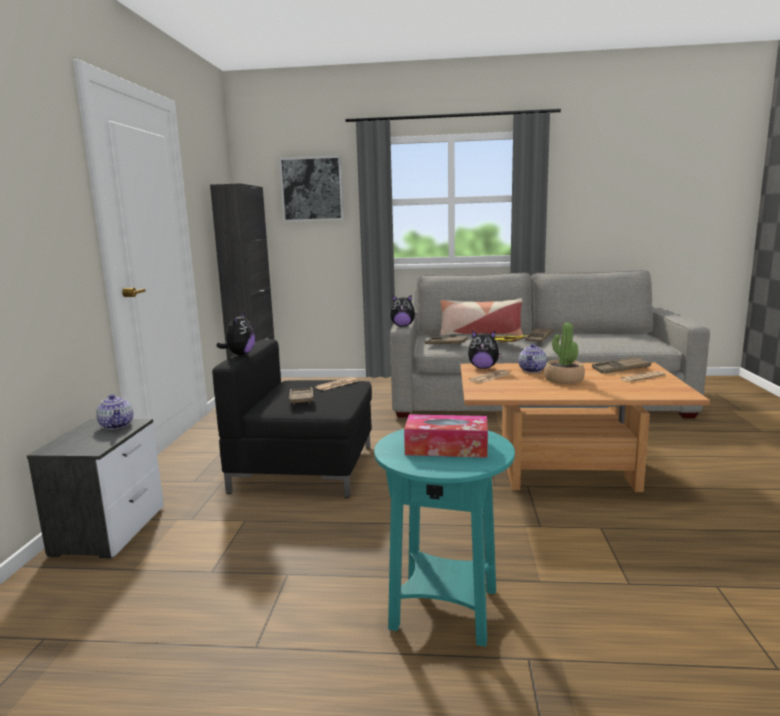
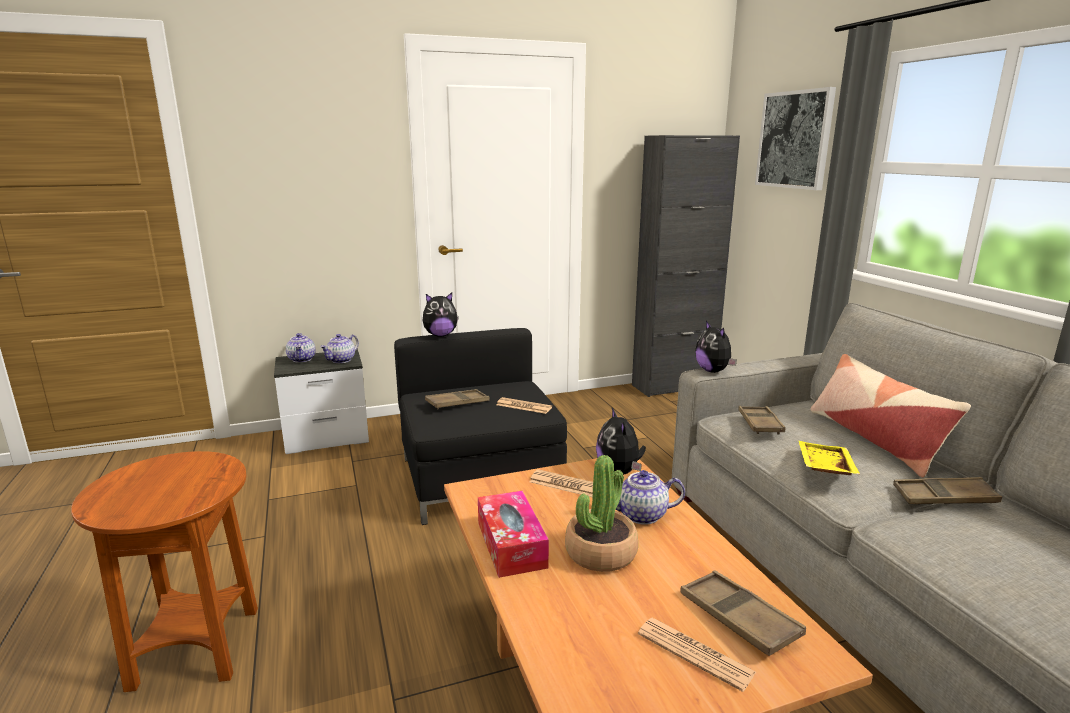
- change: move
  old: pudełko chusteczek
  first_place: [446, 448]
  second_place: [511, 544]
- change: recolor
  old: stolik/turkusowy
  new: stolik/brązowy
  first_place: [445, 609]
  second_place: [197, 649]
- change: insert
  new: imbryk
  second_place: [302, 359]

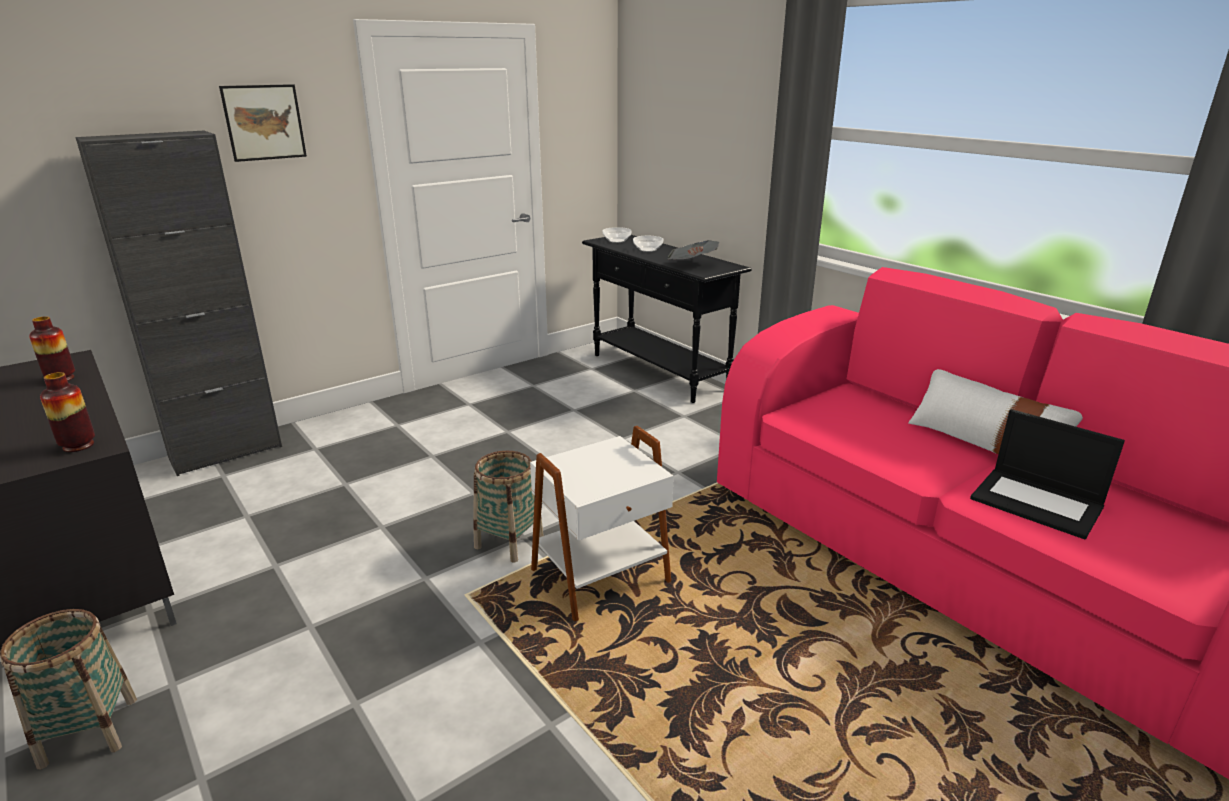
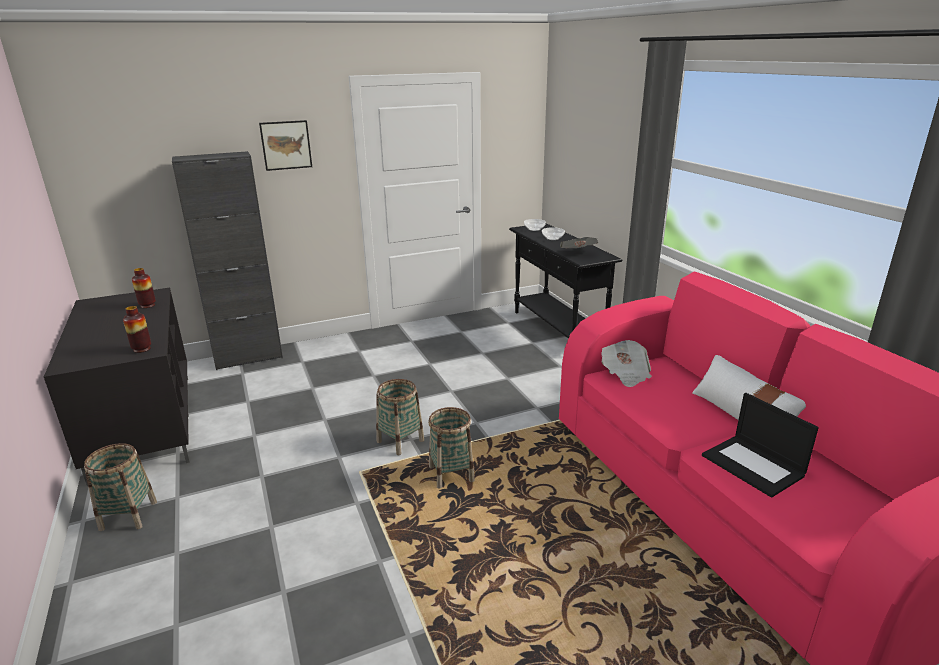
- change: replace
  old: stolik/biały
  new: koszyk
  first_place: [602, 578]
  second_place: [451, 474]
- change: insert
  new: gazeta
  second_place: [624, 374]

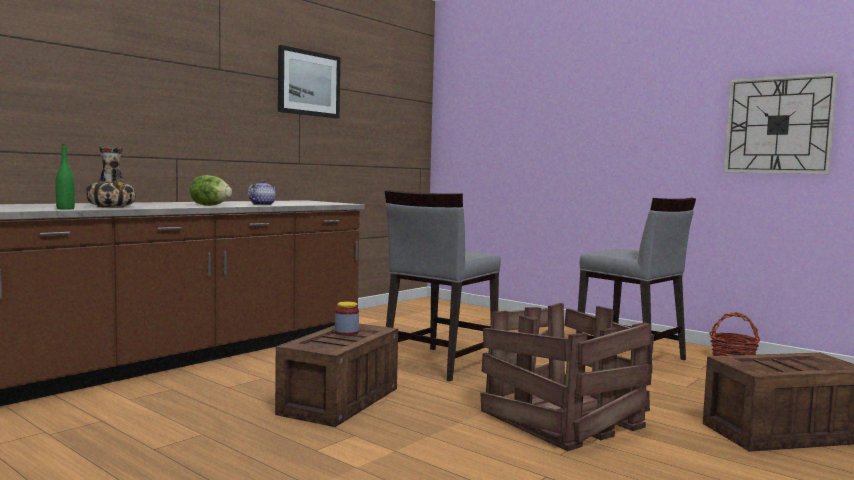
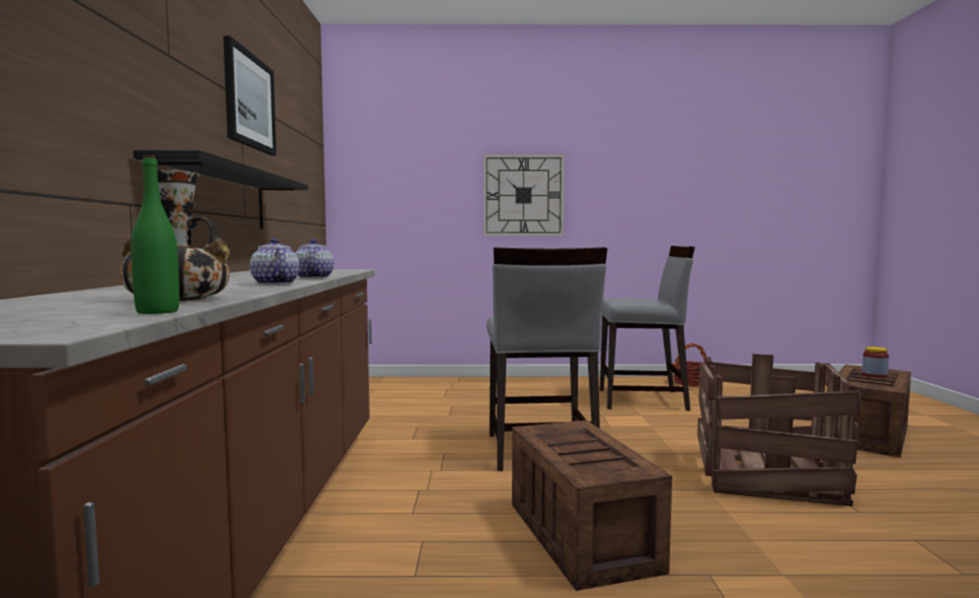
- change: move
  old: zegar ścienny
  first_place: [778, 125]
  second_place: [523, 195]
- change: replace
  old: sałata
  new: imbryk
  first_place: [210, 205]
  second_place: [274, 283]
- change: move
  old: słoik
  first_place: [346, 333]
  second_place: [874, 375]
- change: insert
  new: półka/czarny
  second_place: [216, 198]

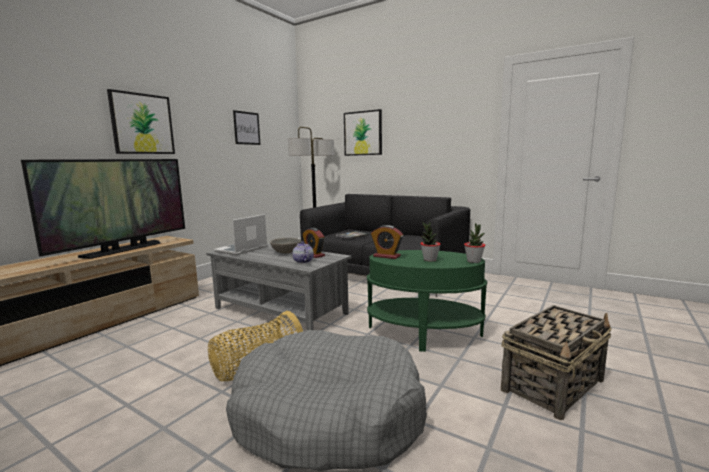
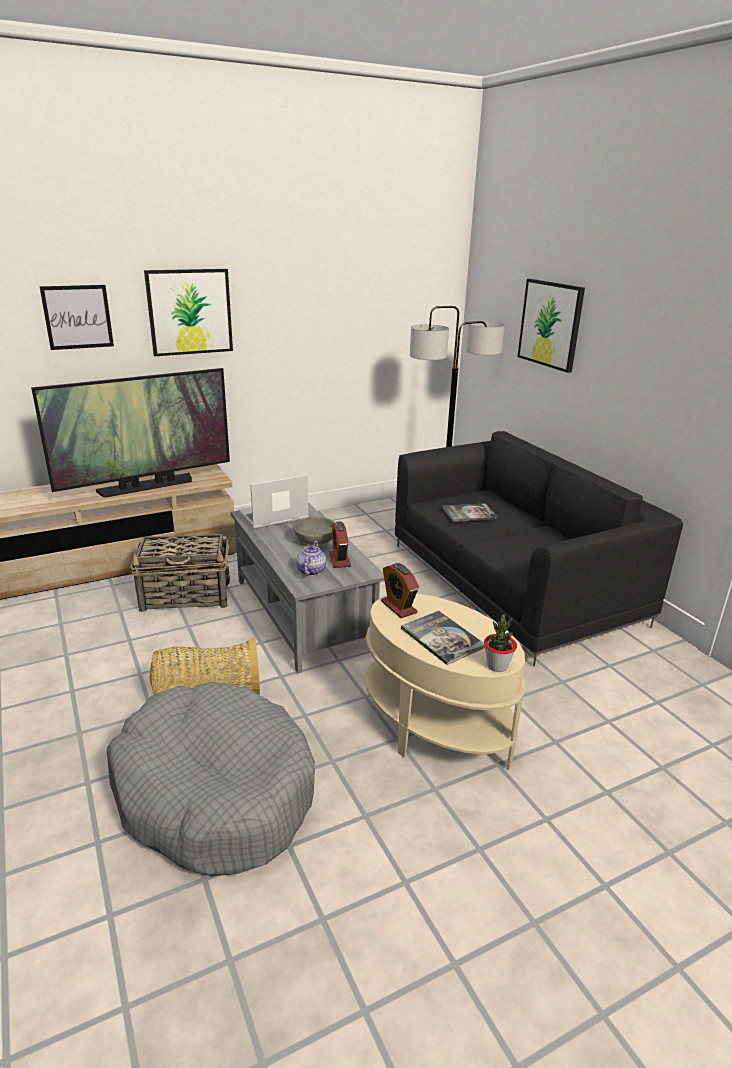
- change: move
  old: obraz
  first_place: [246, 128]
  second_place: [77, 317]
- change: replace
  old: roślina doniczkowa
  new: książka
  first_place: [429, 260]
  second_place: [442, 638]
- change: recolor
  old: stolik/zielony
  new: stolik/beżowy
  first_place: [423, 334]
  second_place: [435, 727]
- change: move
  old: koszyk
  first_place: [553, 385]
  second_place: [187, 596]

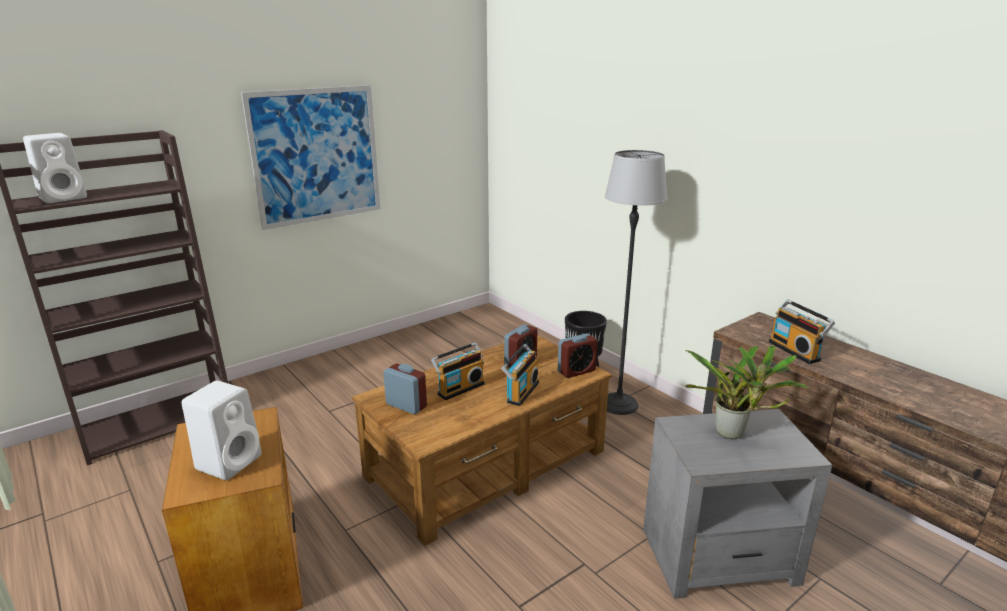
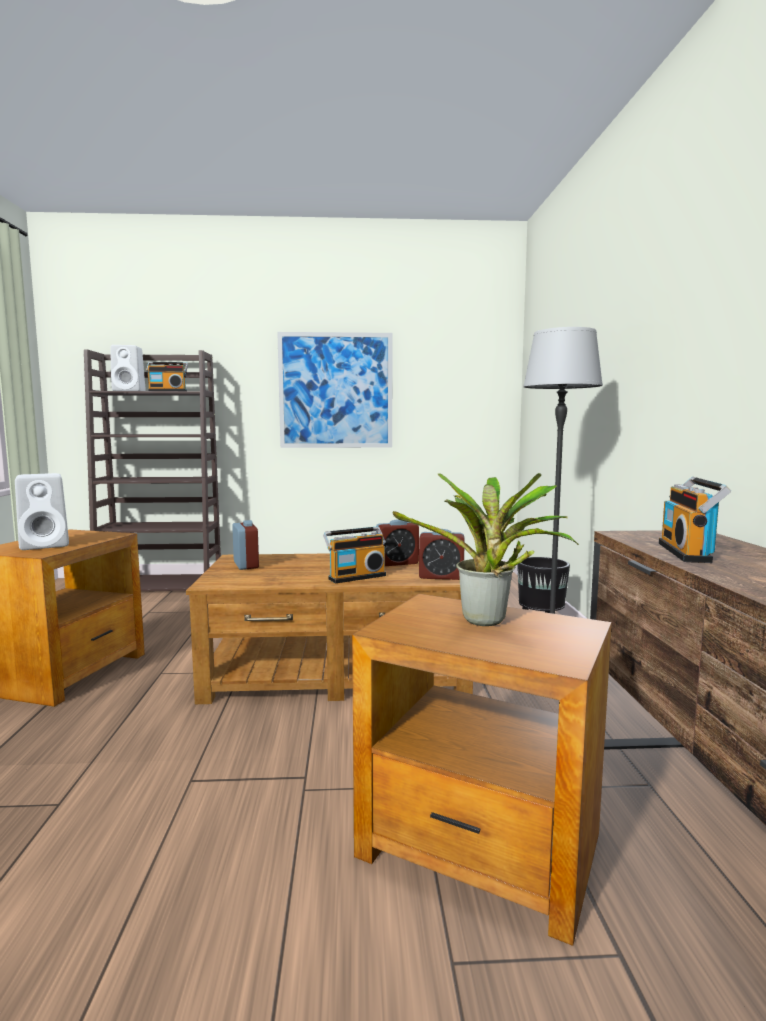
- change: move
  old: radio
  first_place: [459, 388]
  second_place: [168, 391]
- change: recolor
  old: stolik/szary
  new: stolik/brązowy
  first_place: [720, 556]
  second_place: [481, 846]

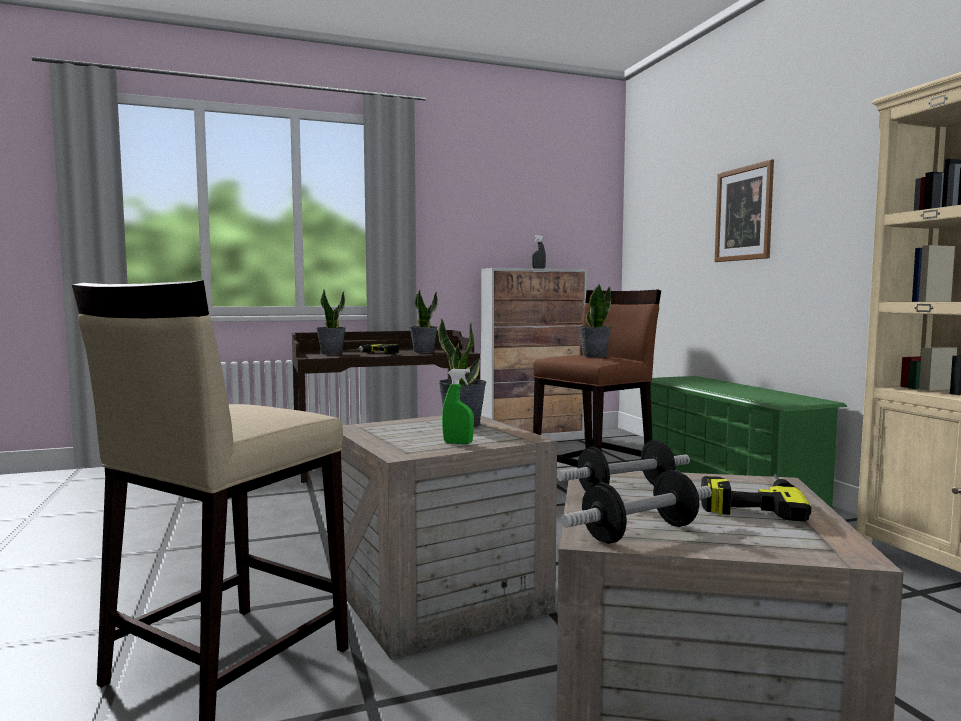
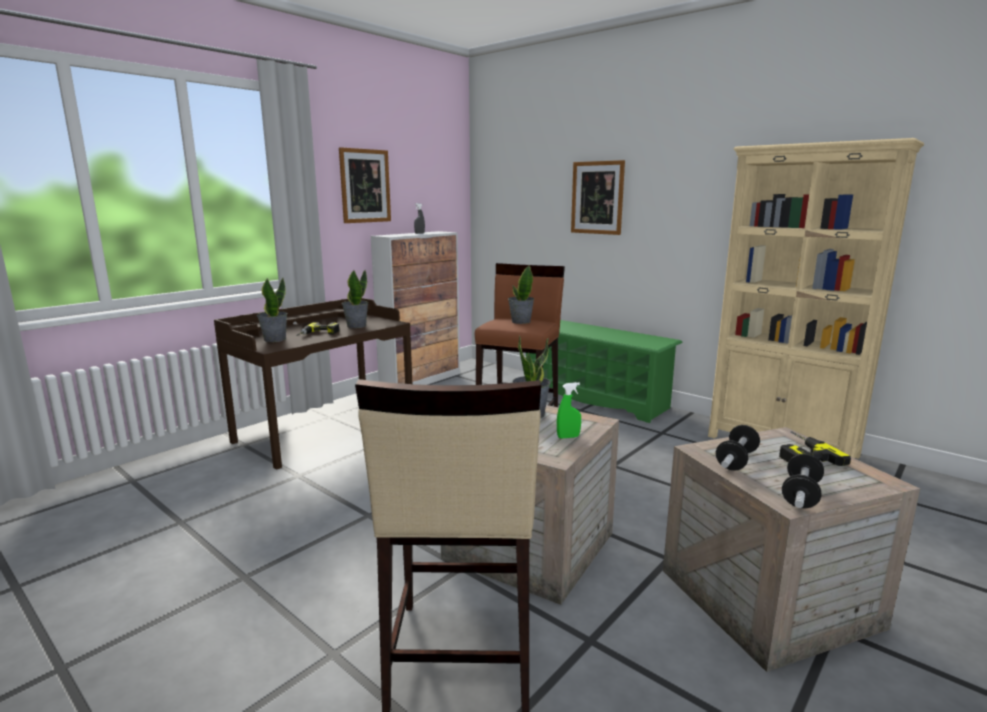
- change: insert
  new: obraz
  second_place: [365, 186]

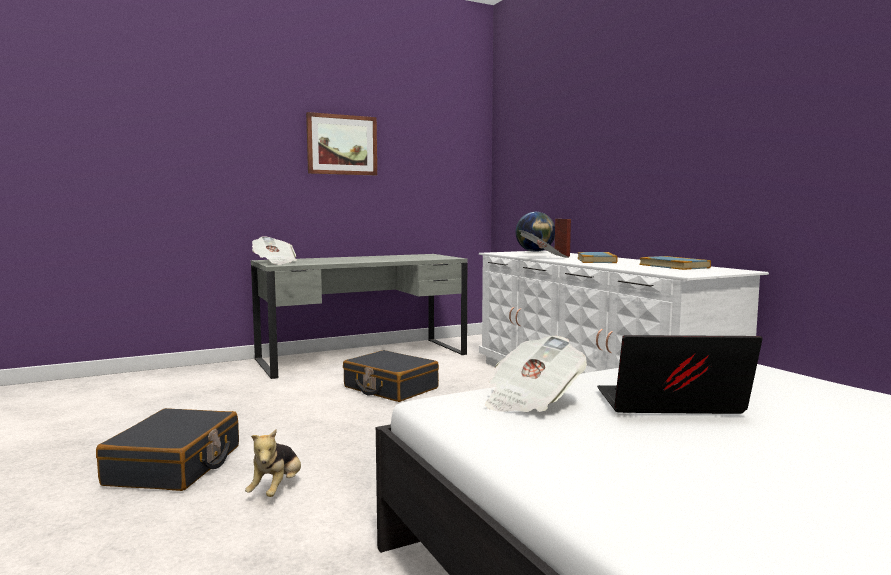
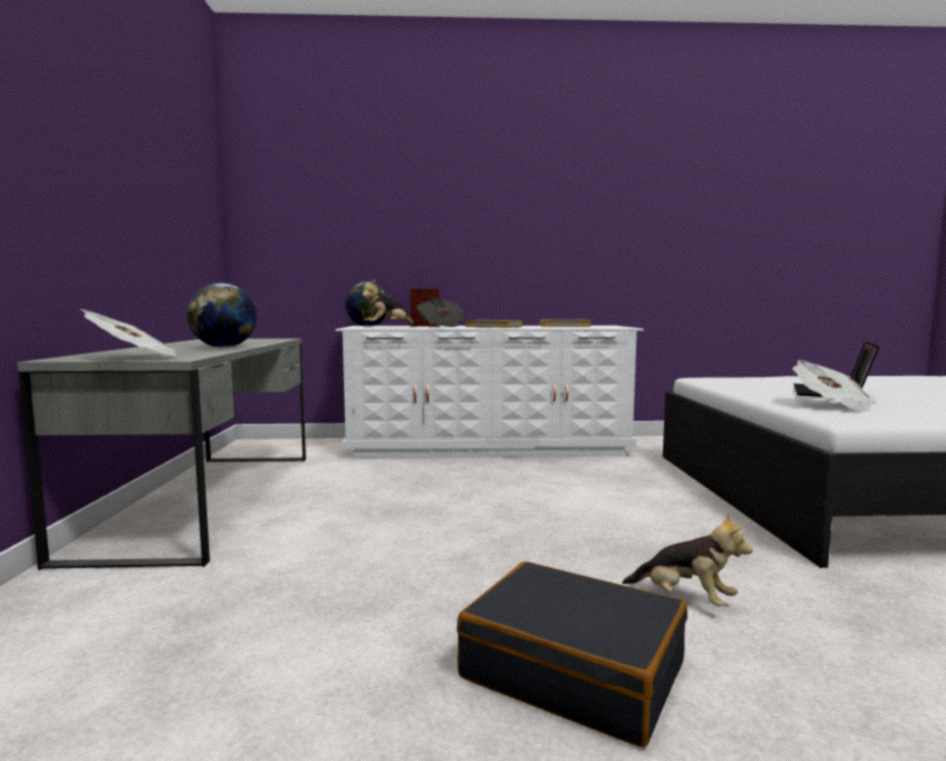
- change: delete
  old: obraz
  first_place: [342, 145]
- change: delete
  old: walizka/czarny
  first_place: [390, 388]
- change: insert
  new: pluszak
  second_place: [387, 327]
- change: insert
  new: globus
  second_place: [224, 347]

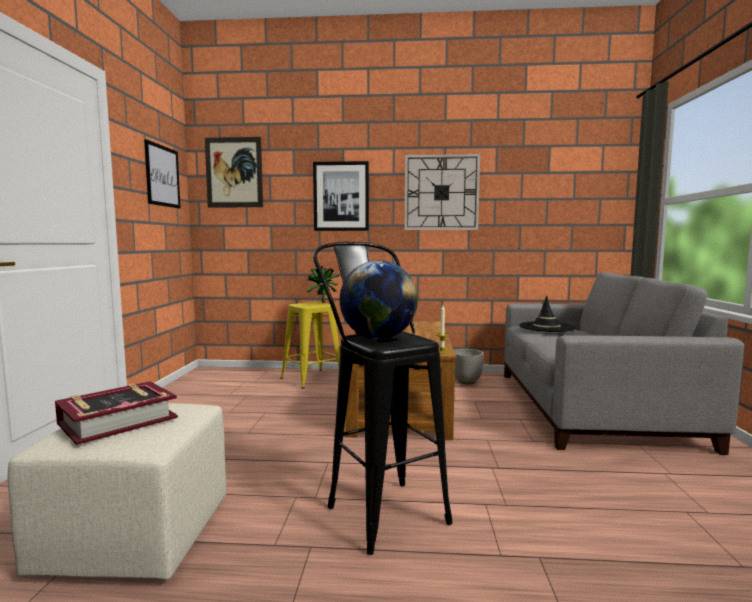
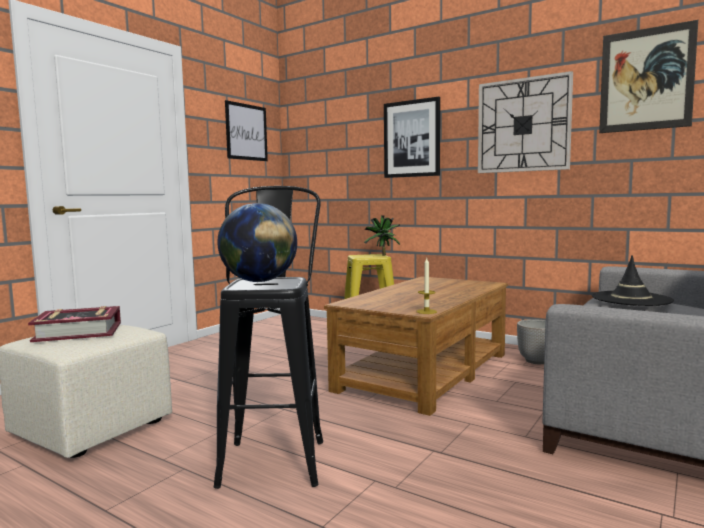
- change: move
  old: obraz
  first_place: [234, 172]
  second_place: [646, 79]

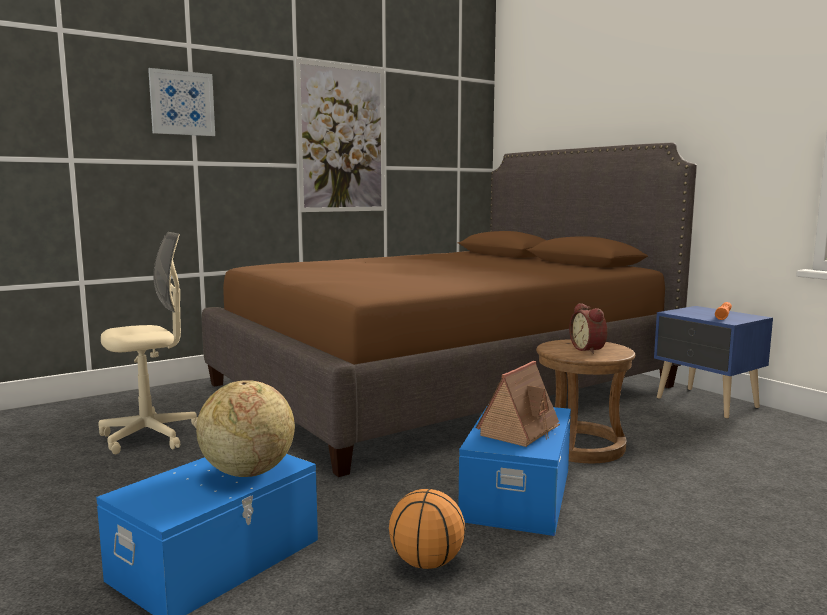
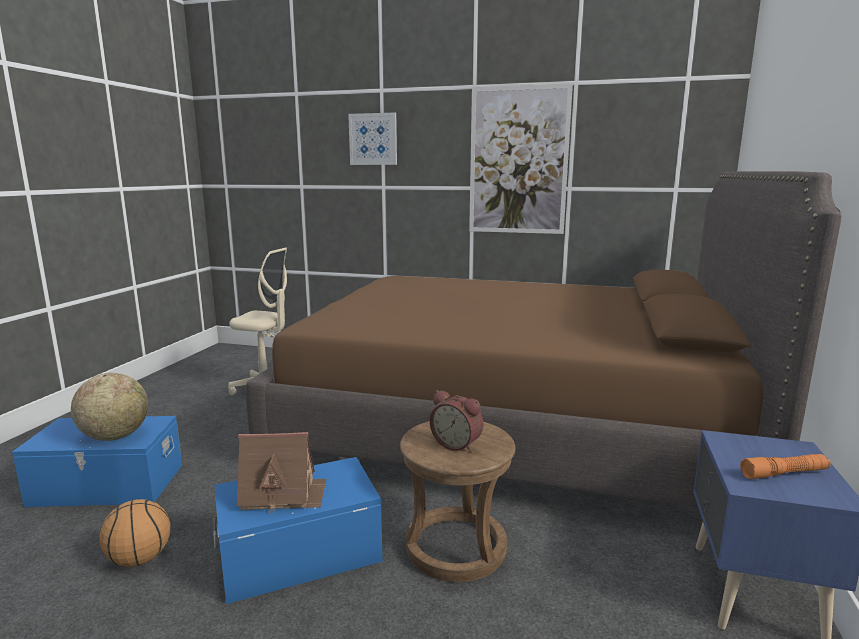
- change: rotate
  old: budzik
  first_place: [589, 349]
  second_place: [457, 444]
  degrees: -90

